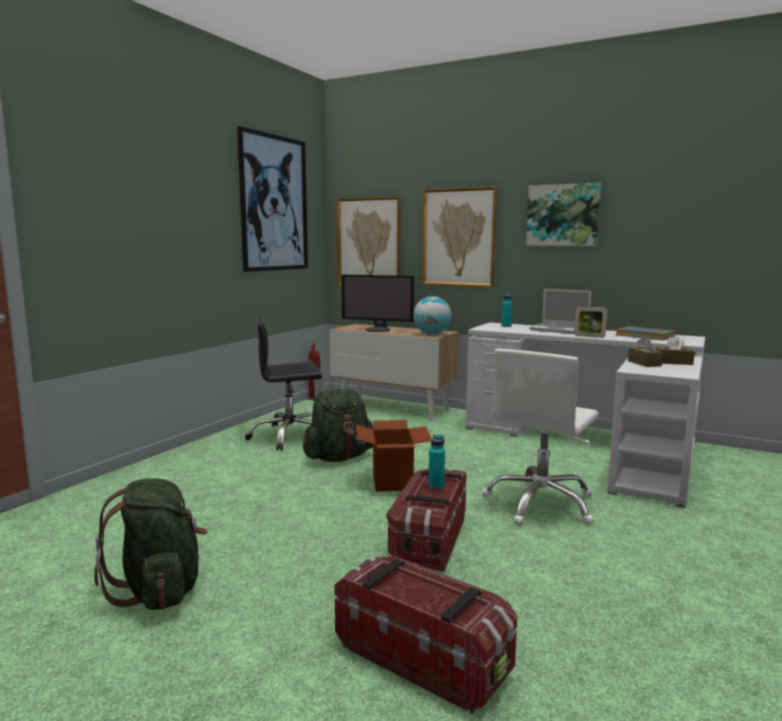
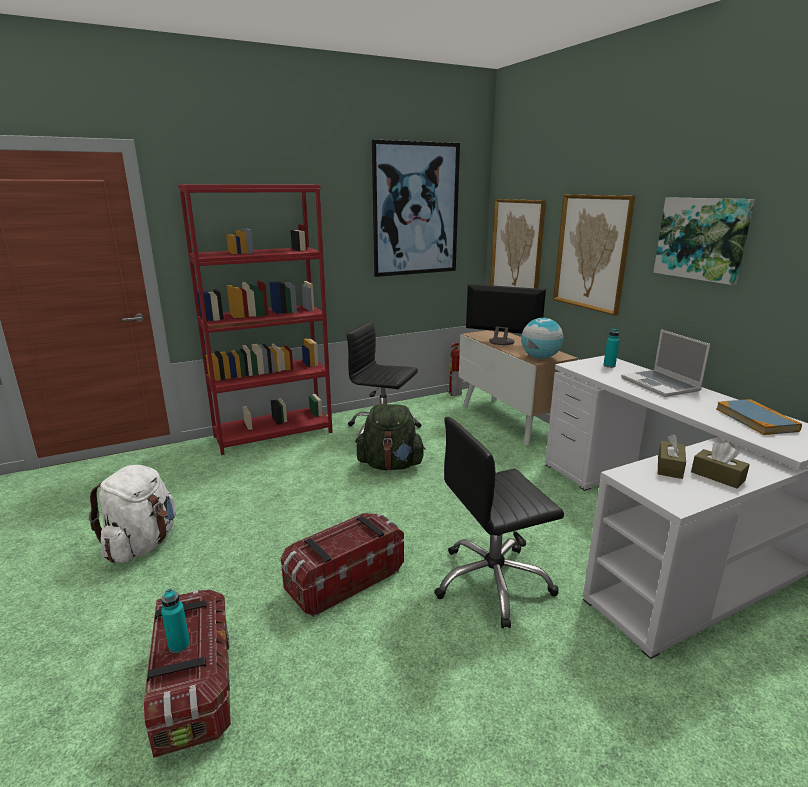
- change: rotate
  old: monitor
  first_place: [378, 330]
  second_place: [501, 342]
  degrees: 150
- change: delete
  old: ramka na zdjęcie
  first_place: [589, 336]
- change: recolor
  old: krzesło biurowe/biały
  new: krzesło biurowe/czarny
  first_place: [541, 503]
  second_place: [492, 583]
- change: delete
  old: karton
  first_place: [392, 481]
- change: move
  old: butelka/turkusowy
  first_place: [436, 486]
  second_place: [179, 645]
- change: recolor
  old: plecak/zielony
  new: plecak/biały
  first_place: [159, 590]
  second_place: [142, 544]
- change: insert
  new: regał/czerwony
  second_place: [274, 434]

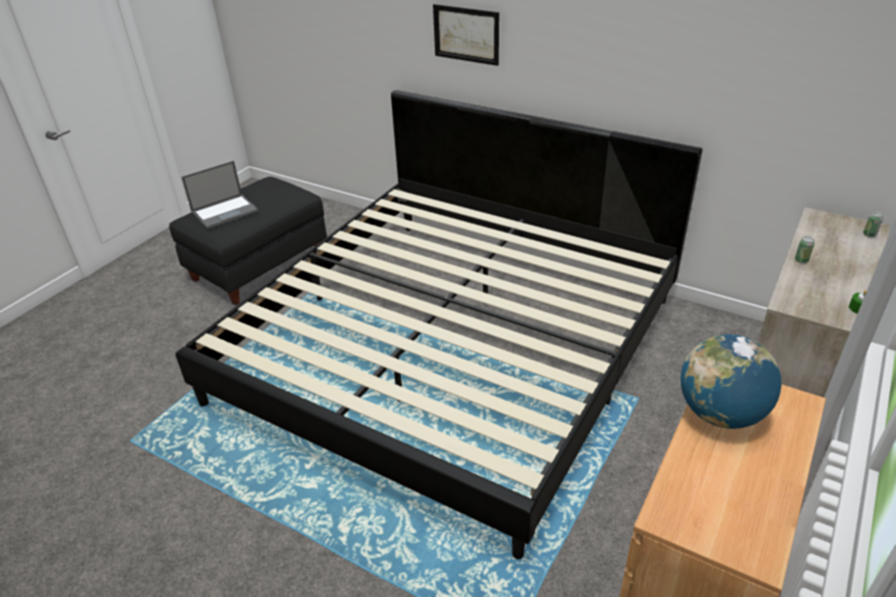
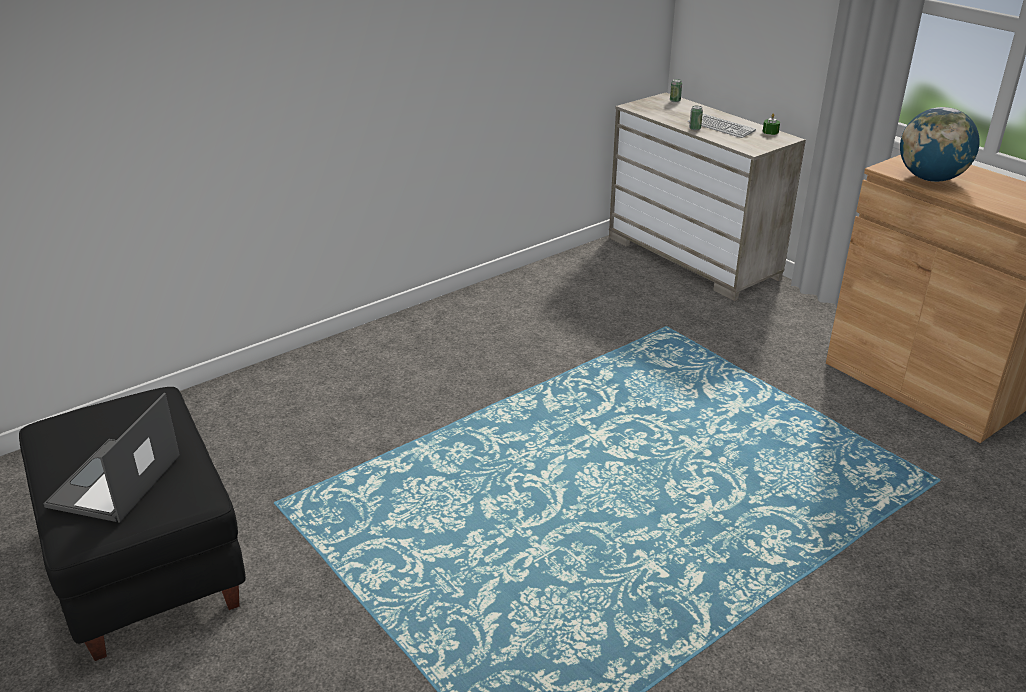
- change: delete
  old: obraz
  first_place: [466, 34]
- change: delete
  old: łóżko
  first_place: [450, 348]
- change: rotate
  old: laptop
  first_place: [225, 211]
  second_place: [114, 482]
  degrees: -150
- change: insert
  new: klawiatura
  second_place: [721, 127]

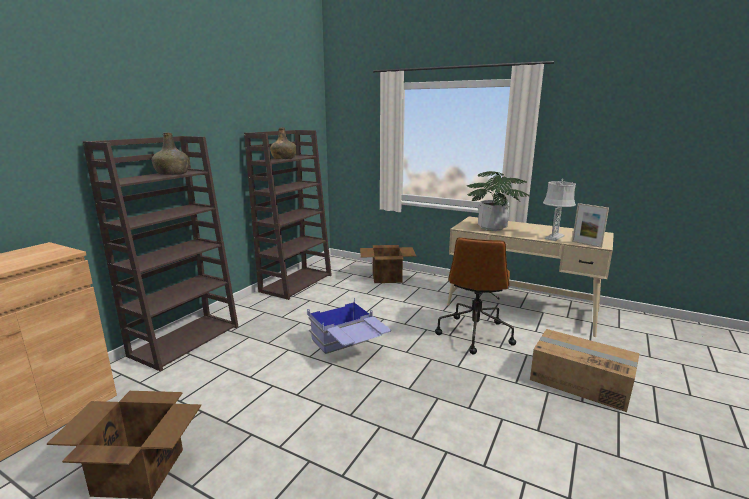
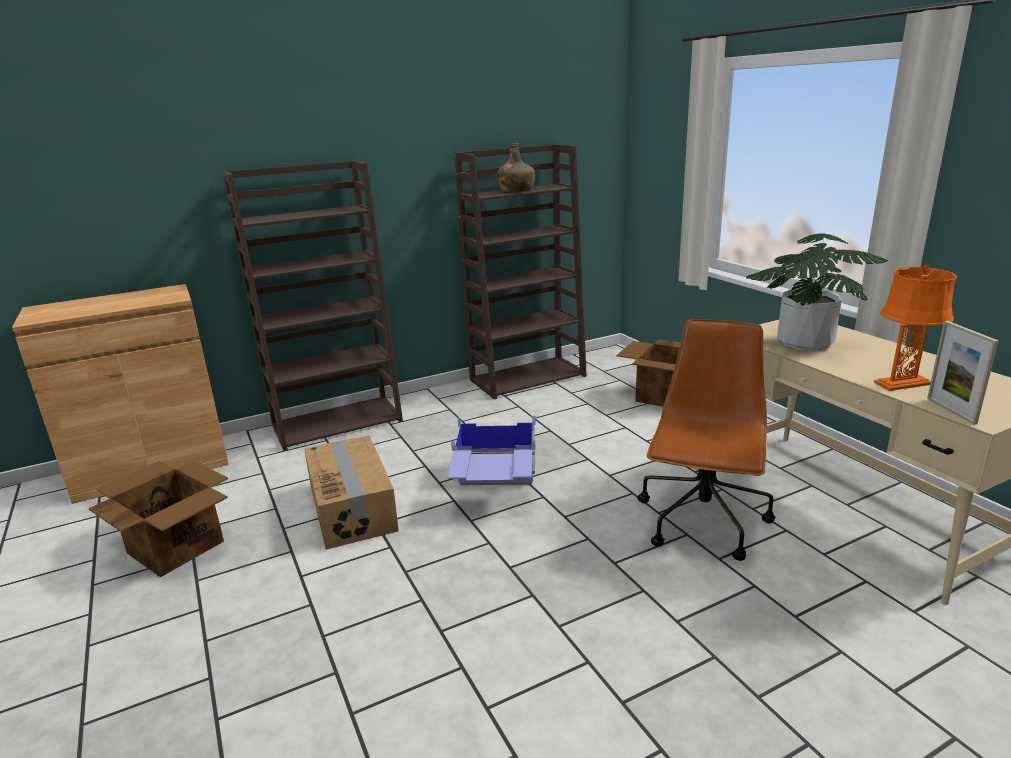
- change: delete
  old: butelka/zielony
  first_place: [173, 173]
- change: recolor
  old: lampa stołowa/szary
  new: lampa stołowa/pomarańczowy
  first_place: [554, 237]
  second_place: [902, 383]
- change: rotate
  old: krzesło biurowe/brązowy
  first_place: [474, 333]
  second_place: [702, 523]
  degrees: 150
- change: move
  old: karton
  first_place: [580, 381]
  second_place: [353, 508]

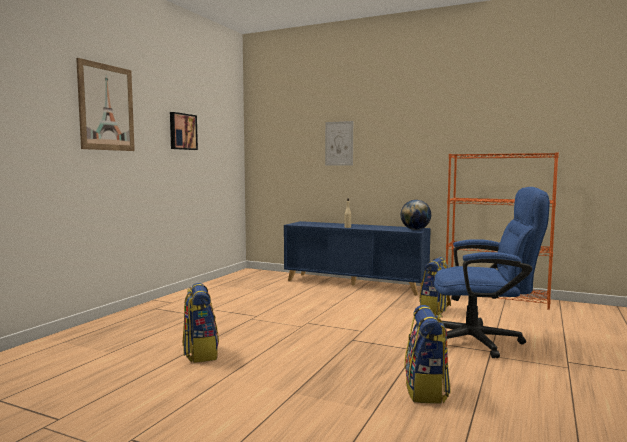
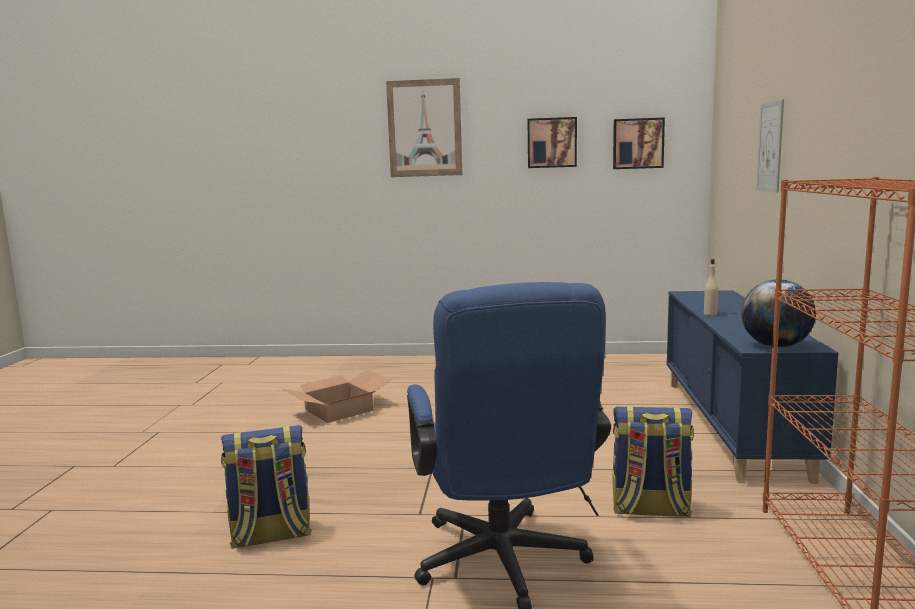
- change: replace
  old: plecak
  new: karton
  first_place: [200, 353]
  second_place: [339, 409]
- change: insert
  new: obraz
  second_place: [638, 143]

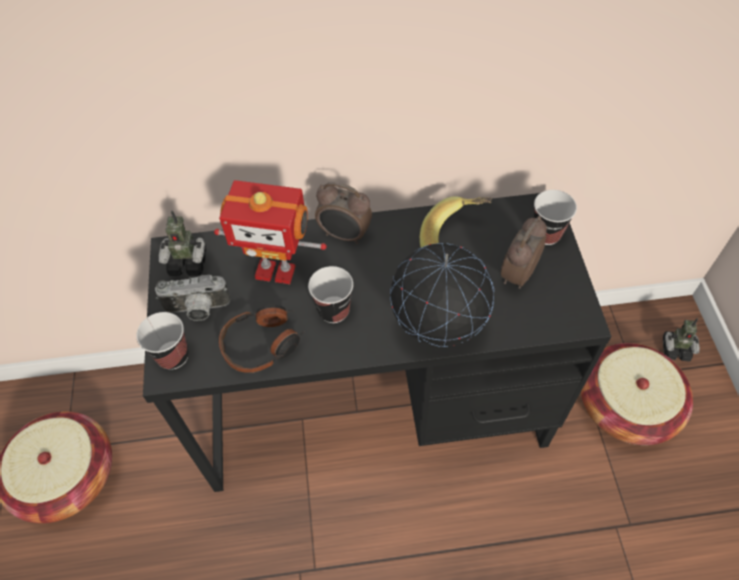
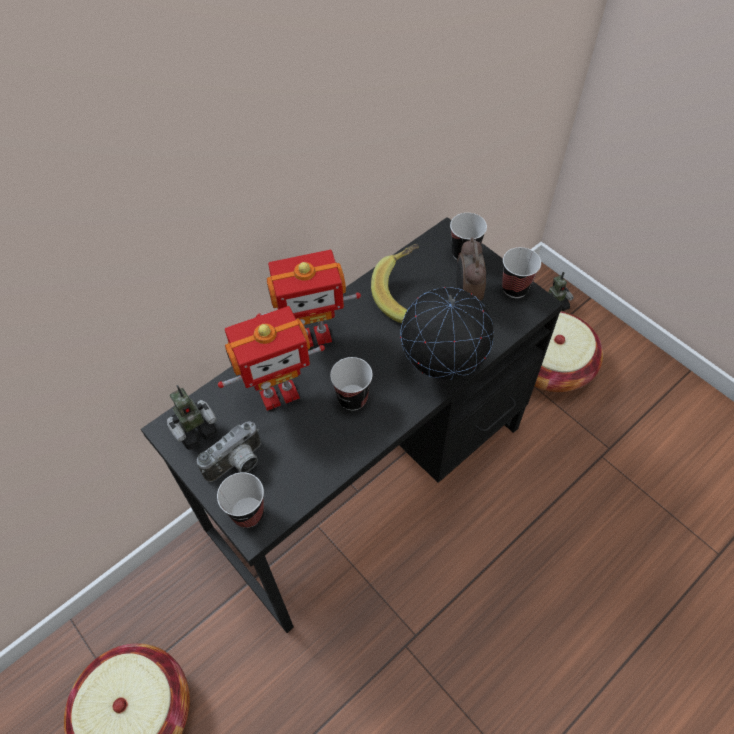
- change: replace
  old: budzik
  new: robot zabawkowy
  first_place: [344, 235]
  second_place: [313, 335]
- change: delete
  old: słuchawki
  first_place: [263, 343]
- change: insert
  new: filiżanka
  second_place: [515, 288]

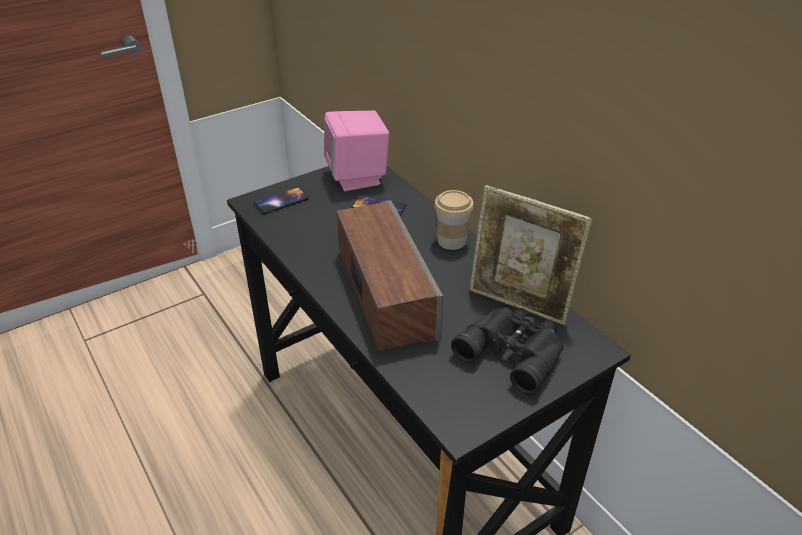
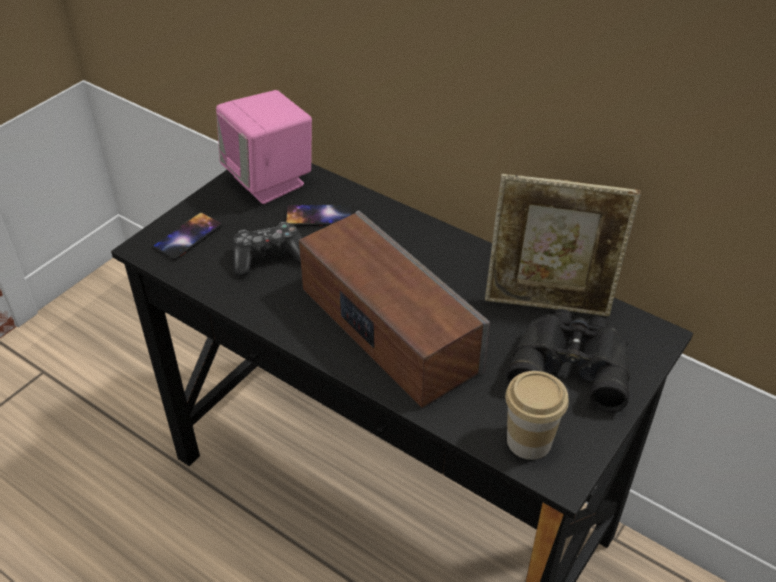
- change: move
  old: filiżanka
  first_place: [451, 241]
  second_place: [529, 441]
- change: insert
  new: pad do gier
  second_place: [269, 257]

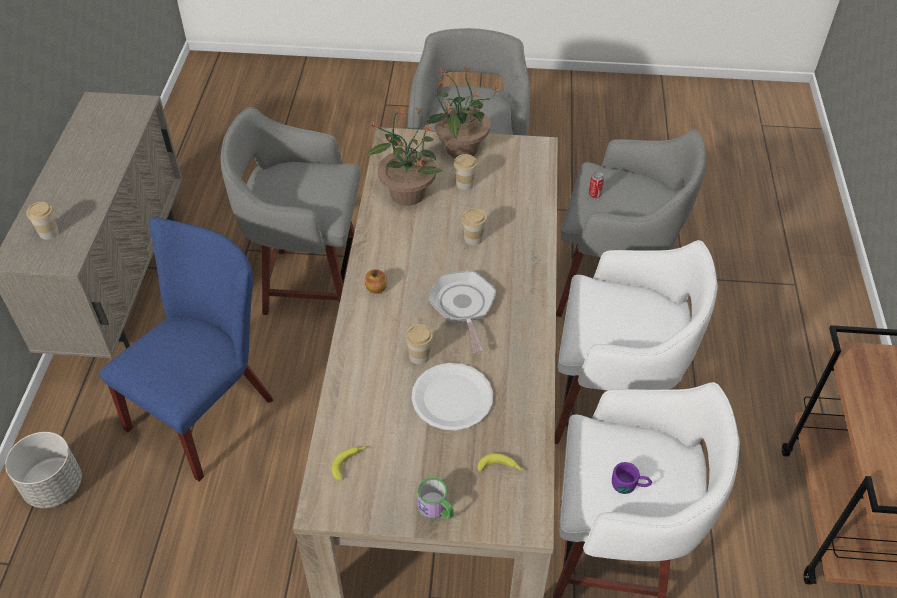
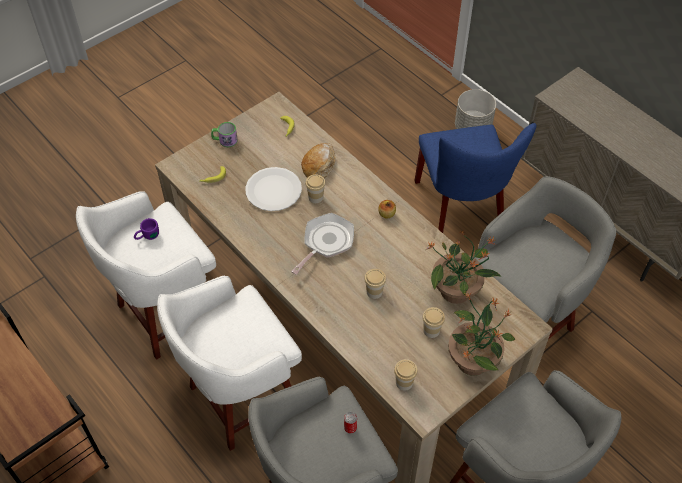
- change: move
  old: filiżanka
  first_place: [49, 232]
  second_place: [404, 382]
- change: rotate
  old: patelnia
  first_place: [463, 307]
  second_place: [326, 242]
  degrees: -90
- change: insert
  new: chleb
  second_place: [319, 165]

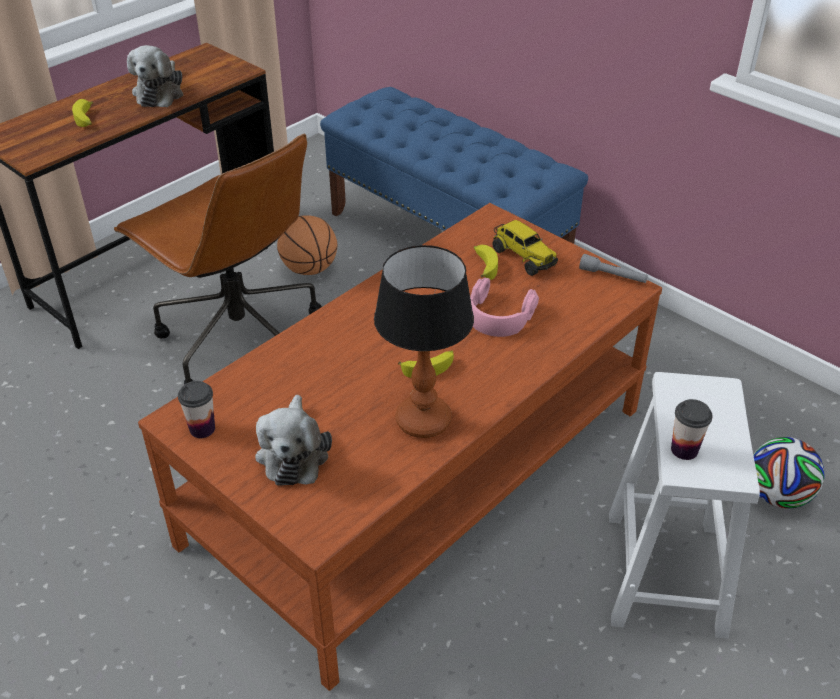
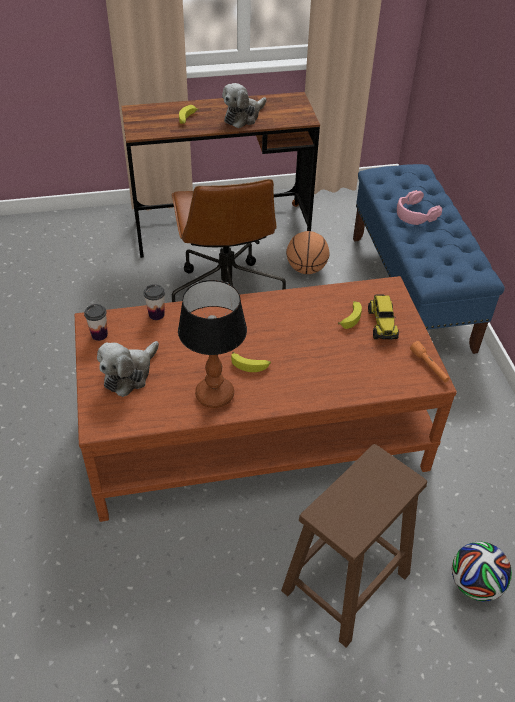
- change: recolor
  old: latarka/szary
  new: latarka/pomarańczowy
  first_place: [612, 276]
  second_place: [429, 366]
- change: move
  old: słuchawki/różowy
  first_place: [498, 316]
  second_place: [415, 213]
- change: recolor
  old: stołek/biały
  new: stołek/brązowy
  first_place: [665, 575]
  second_place: [345, 584]
- change: move
  old: filiżanka
  first_place: [684, 450]
  second_place: [156, 314]

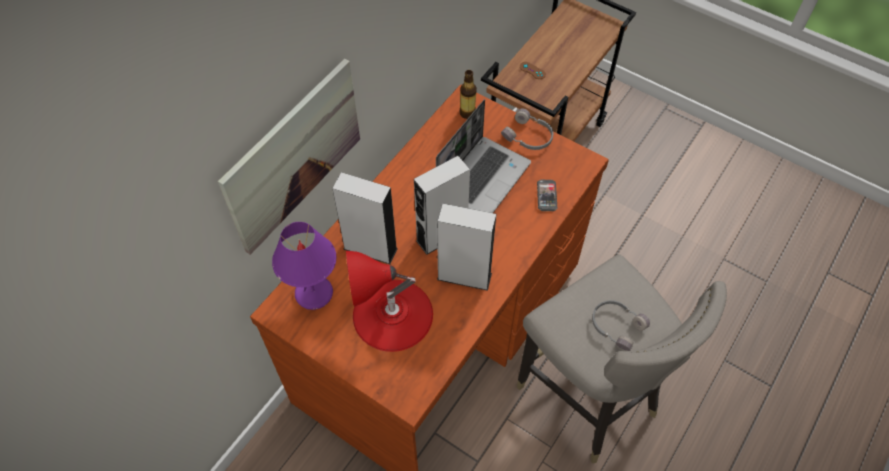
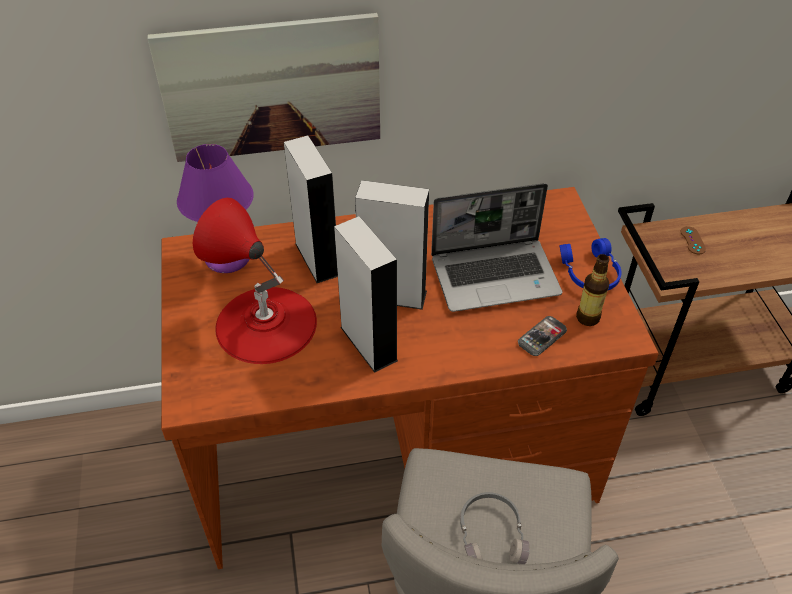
- change: move
  old: butelka
  first_place: [467, 113]
  second_place: [588, 318]
- change: recolor
  old: słuchawki/szary
  new: słuchawki/niebieski
  first_place: [528, 137]
  second_place: [589, 273]

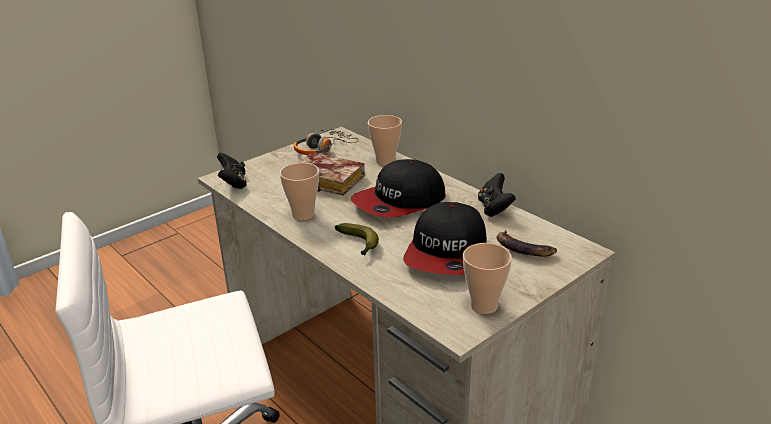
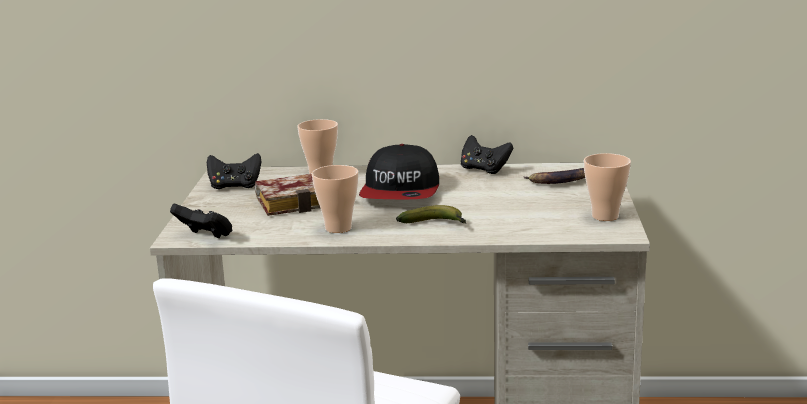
- change: replace
  old: słuchawki
  new: pad do gier/czarny
  first_place: [323, 149]
  second_place: [235, 186]
- change: delete
  old: czapka z daszkiem
  first_place: [447, 252]

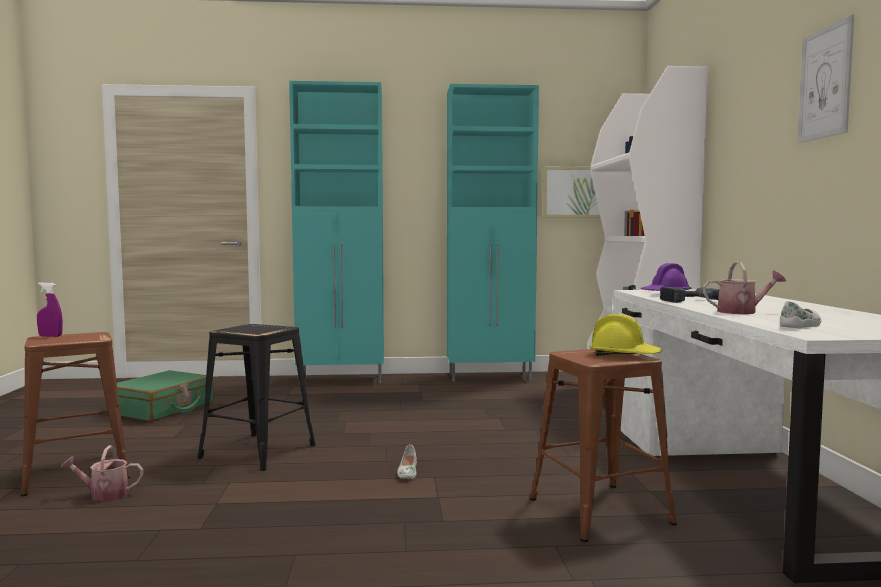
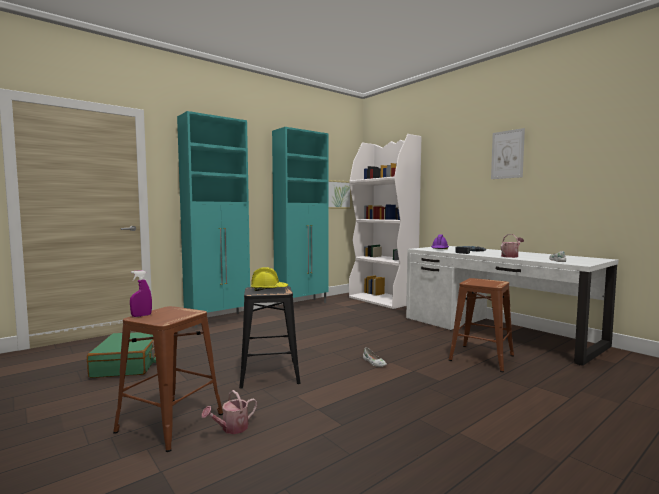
- change: move
  old: kask/żółty
  first_place: [624, 355]
  second_place: [269, 289]

